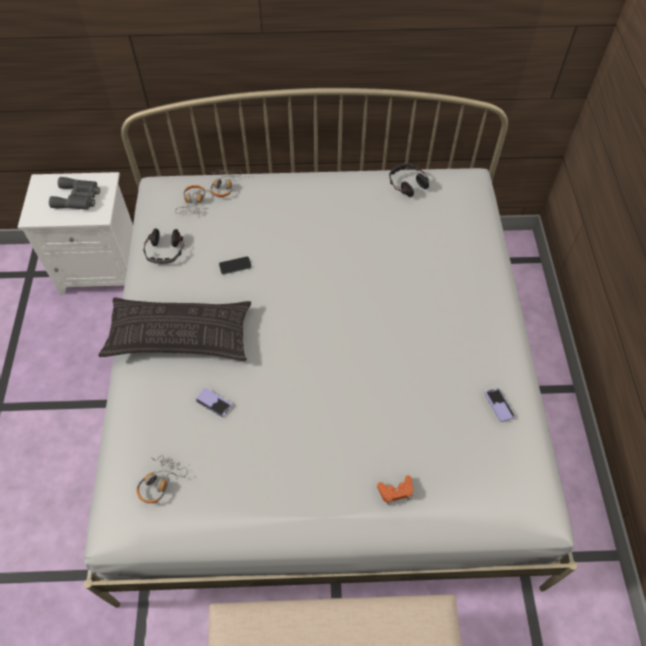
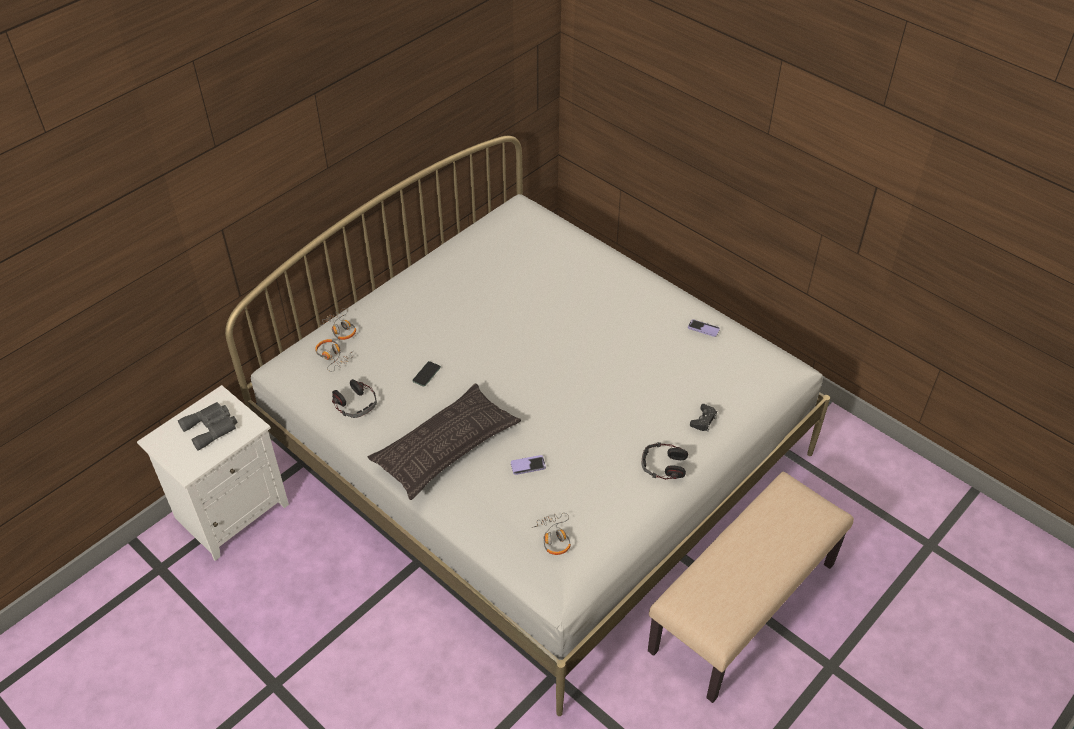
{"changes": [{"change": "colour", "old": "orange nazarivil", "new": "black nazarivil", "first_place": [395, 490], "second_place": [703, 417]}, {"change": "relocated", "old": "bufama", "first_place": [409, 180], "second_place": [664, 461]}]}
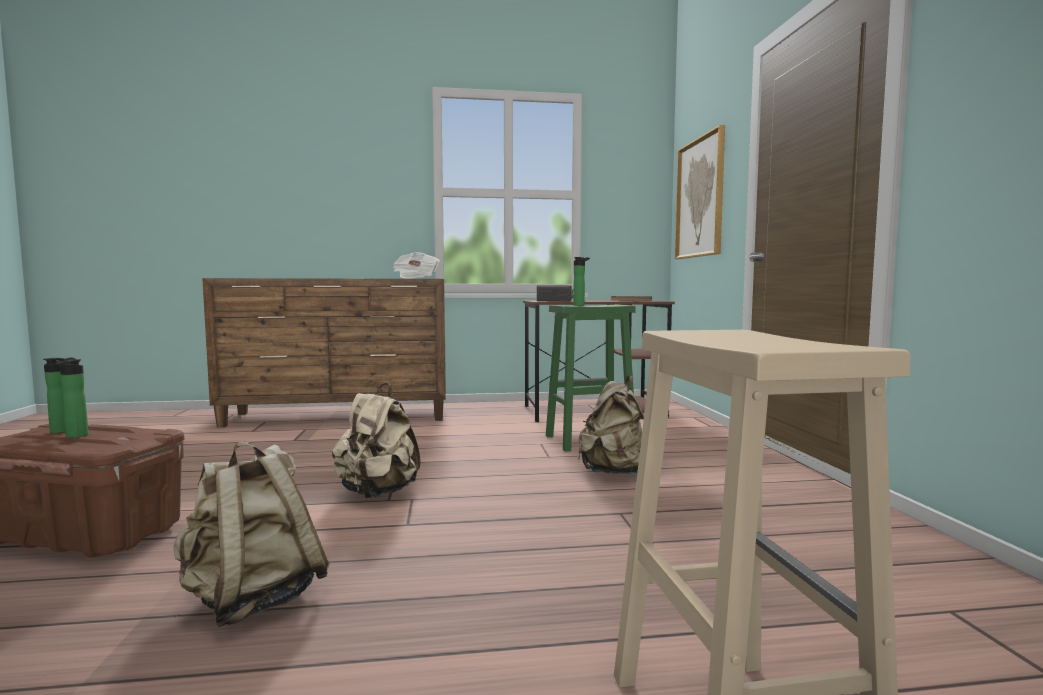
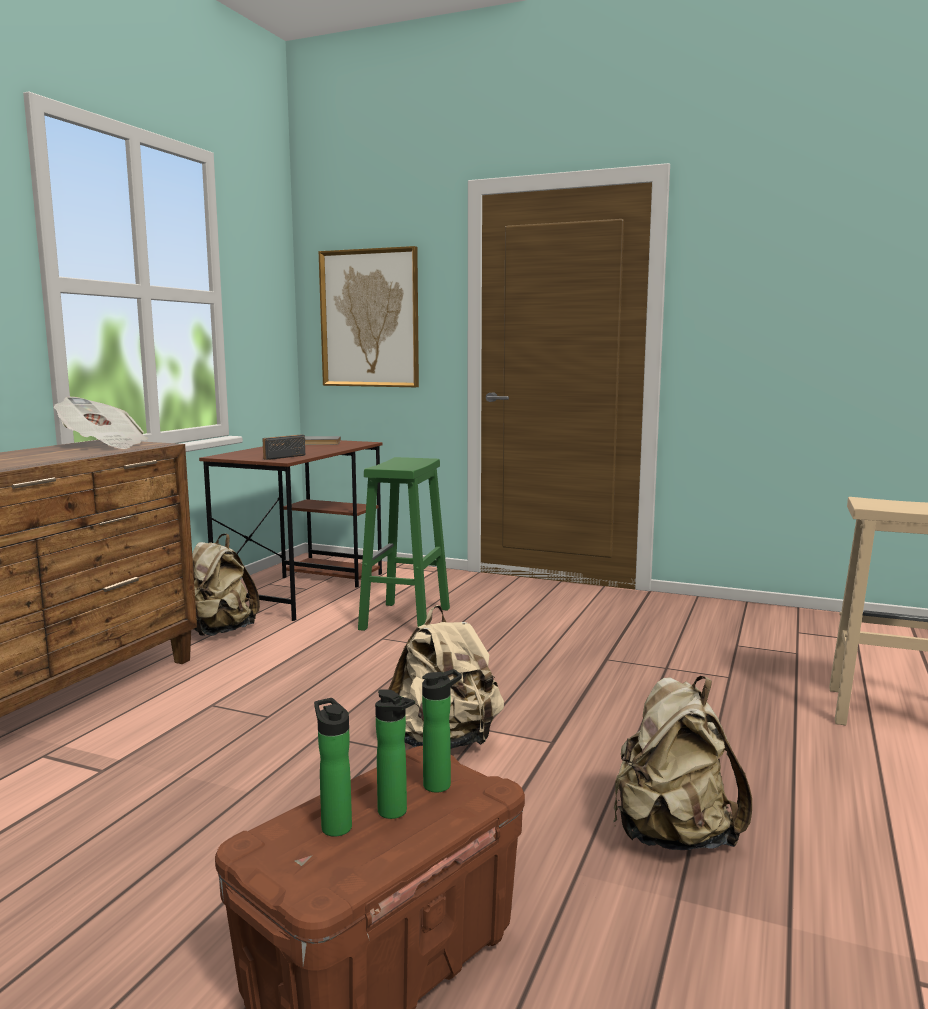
{"changes": [{"change": "relocated", "old": "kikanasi", "first_place": [581, 281], "second_place": [442, 730]}, {"change": "relocated", "old": "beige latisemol", "first_place": [611, 426], "second_place": [226, 585]}]}
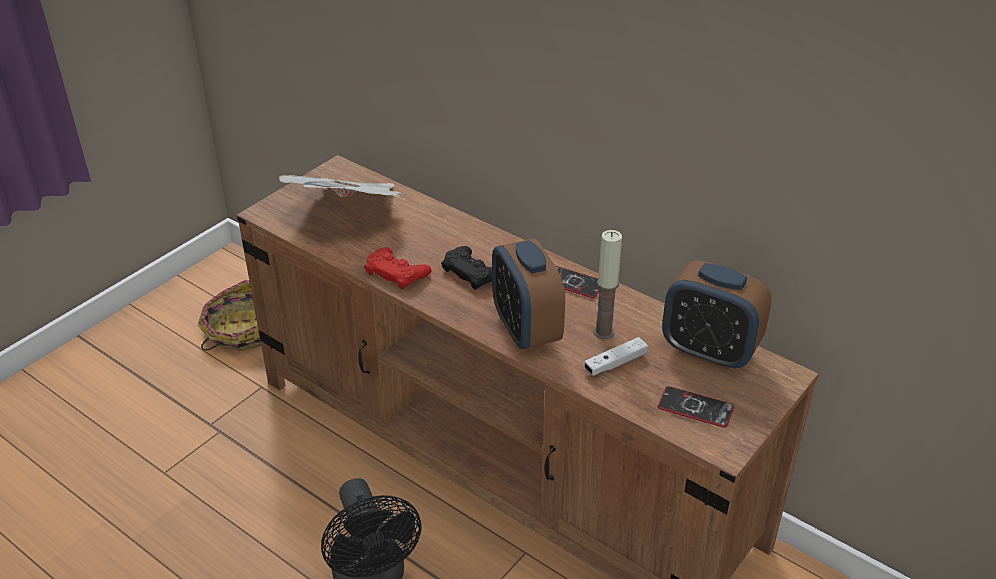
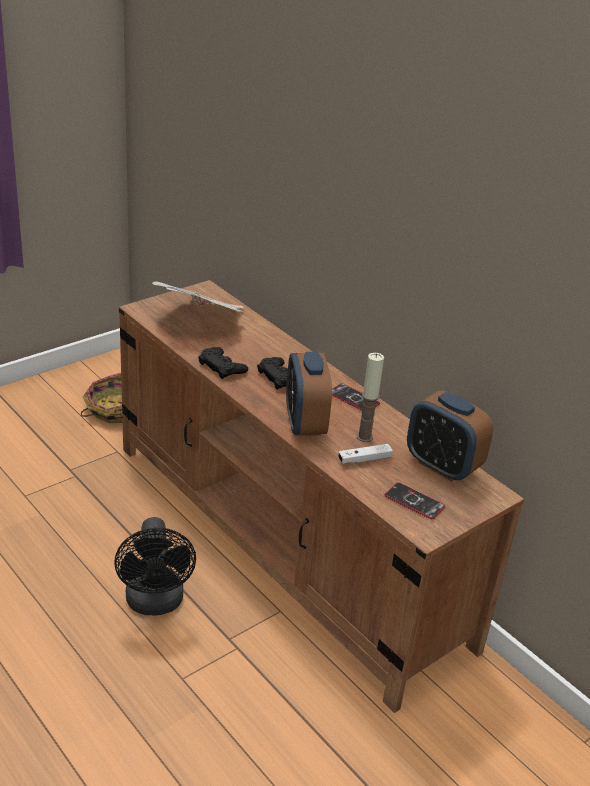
{"changes": [{"change": "colour", "old": "red nazarivil", "new": "black nazarivil", "first_place": [397, 268], "second_place": [223, 363]}]}
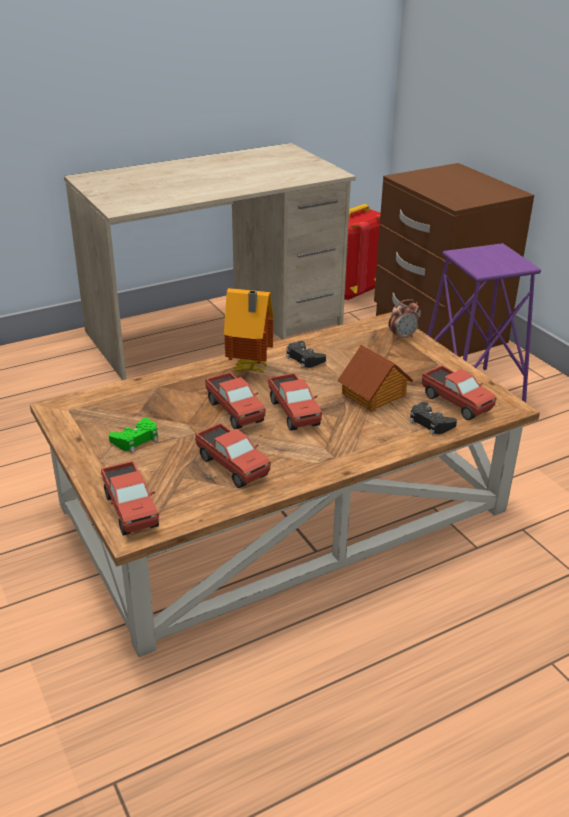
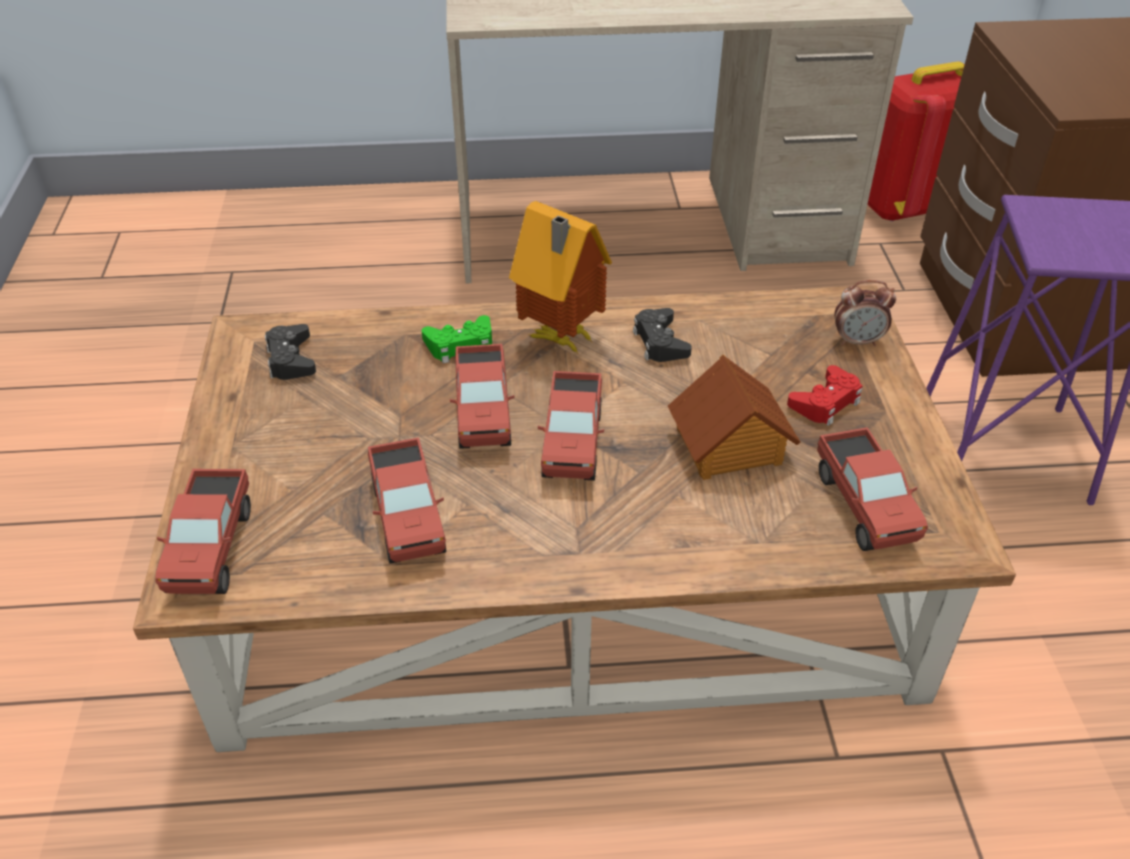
{"changes": [{"change": "relocated", "old": "green nazarivil", "first_place": [133, 435], "second_place": [457, 339]}, {"change": "relocated", "old": "black nazarivil", "first_place": [433, 418], "second_place": [290, 352]}, {"change": "appeared", "new": "red nazarivil", "second_place": [825, 395]}]}
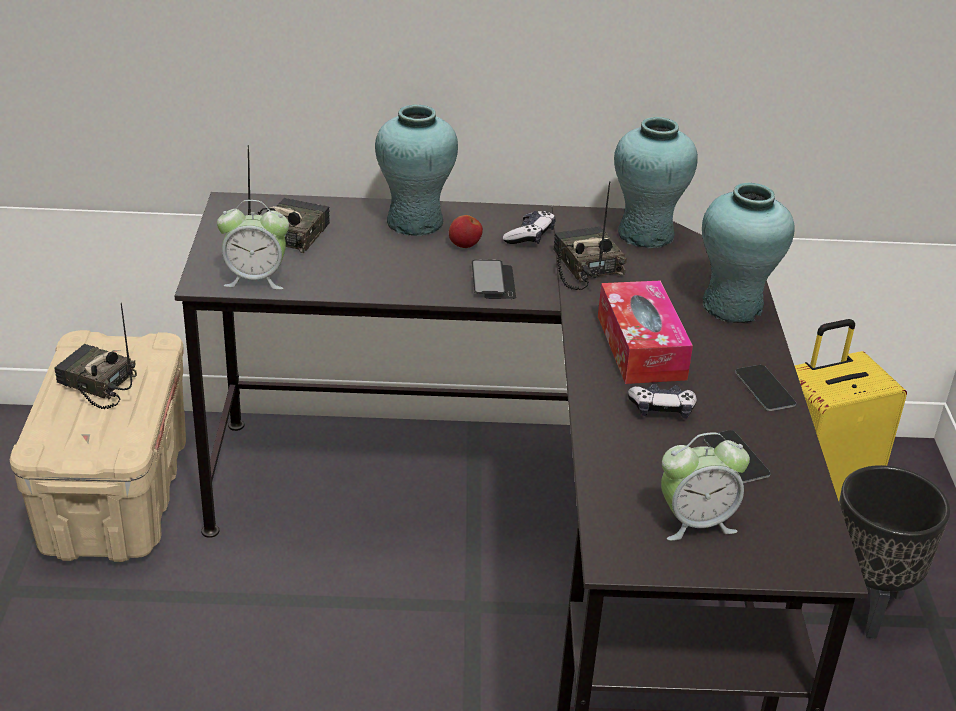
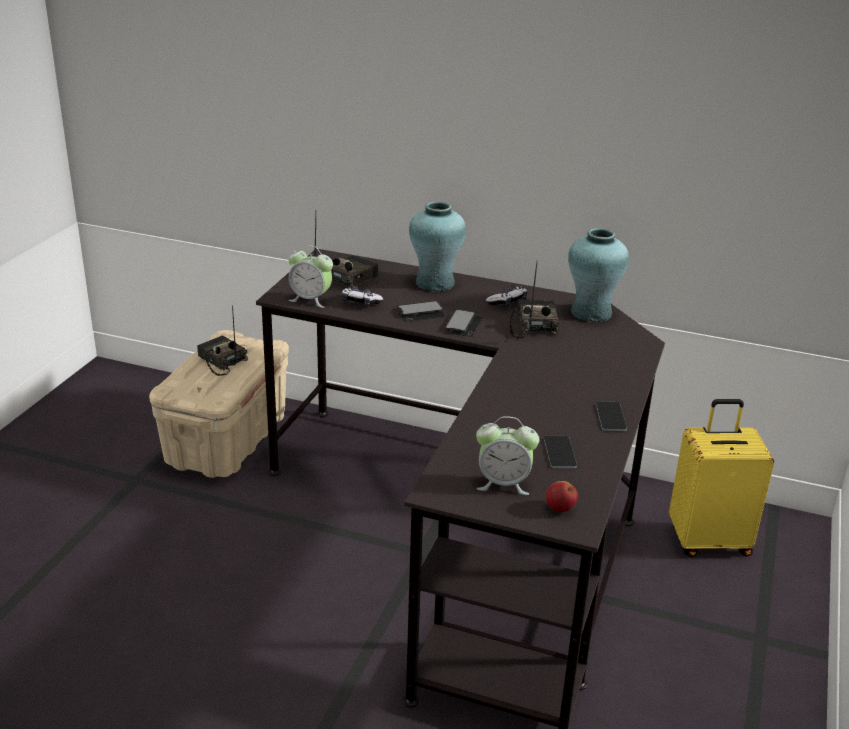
{"changes": [{"change": "relocated", "old": "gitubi", "first_place": [466, 231], "second_place": [561, 496]}, {"change": "missing", "old": "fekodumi", "first_place": [645, 332]}, {"change": "relocated", "old": "nazarivil", "first_place": [662, 401], "second_place": [362, 296]}, {"change": "missing", "old": "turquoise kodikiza", "first_place": [748, 253]}, {"change": "missing", "old": "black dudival", "first_place": [894, 551]}, {"change": "appeared", "new": "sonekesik", "second_place": [421, 311]}]}
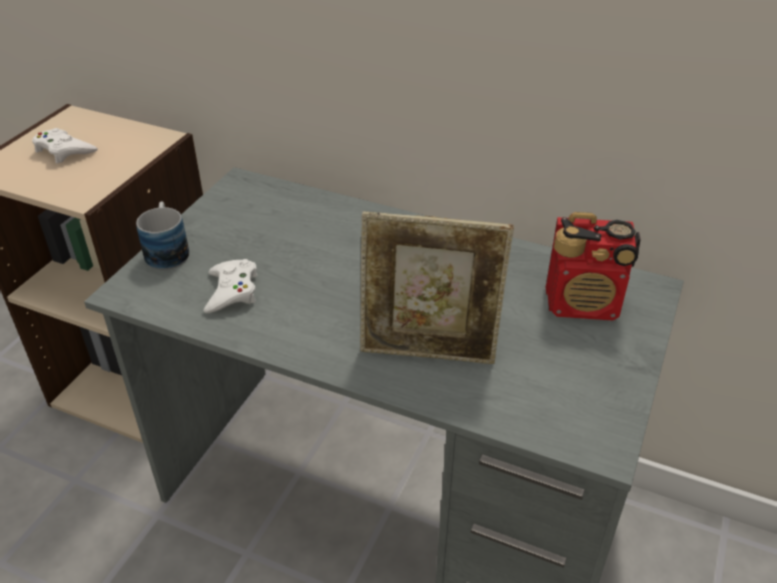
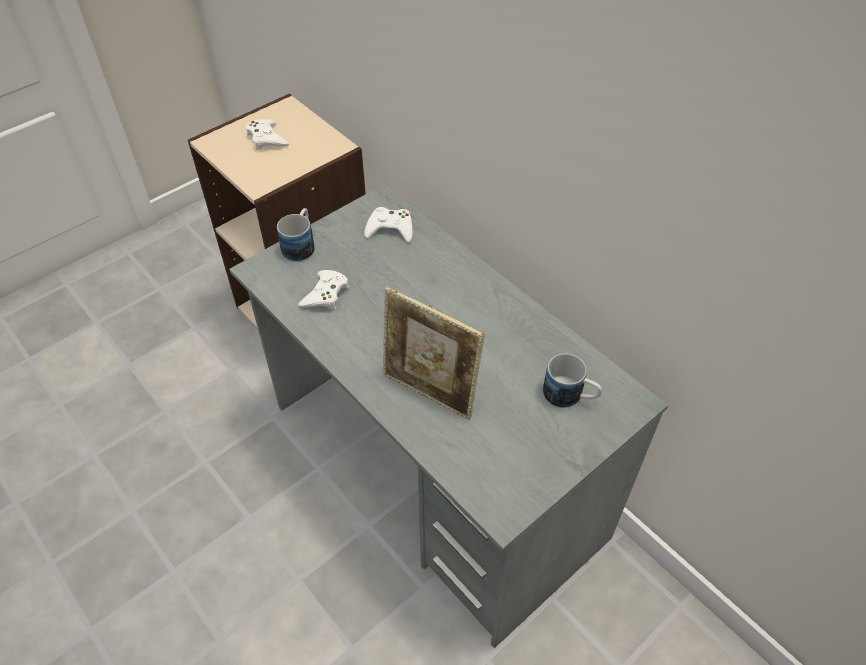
{"changes": [{"change": "exchanged", "old": "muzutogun", "new": "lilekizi", "first_place": [593, 266], "second_place": [572, 381]}, {"change": "appeared", "new": "white nazarivil", "second_place": [388, 225]}]}
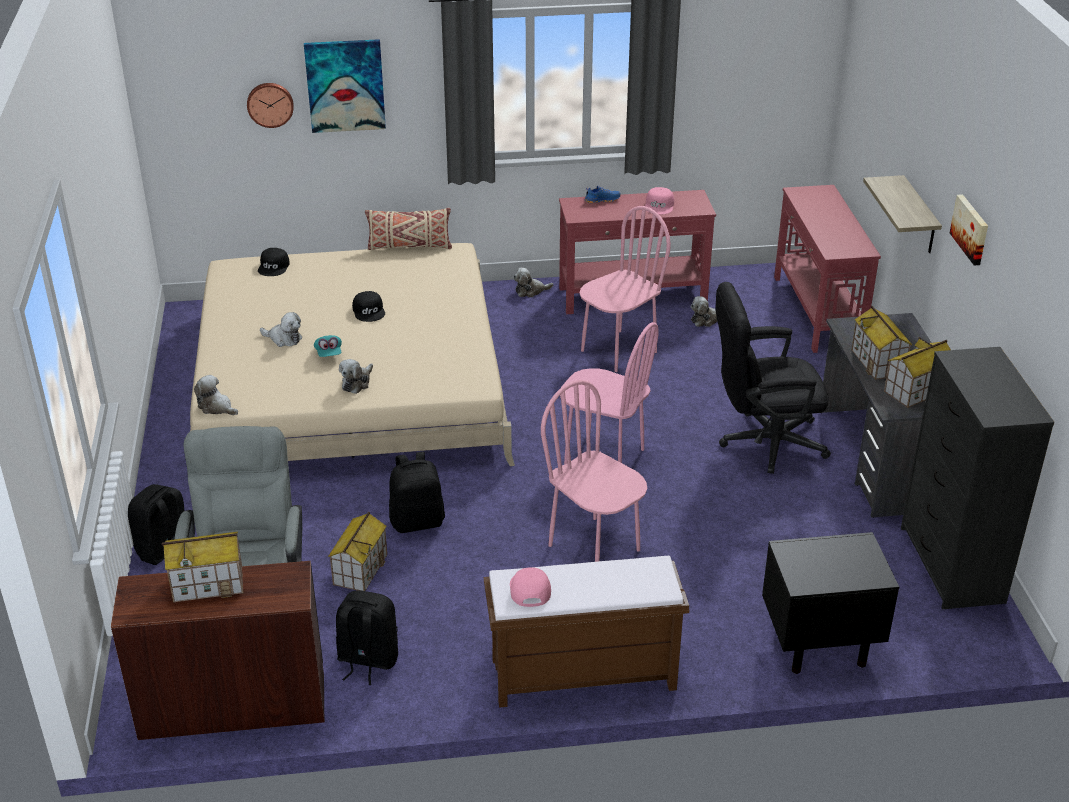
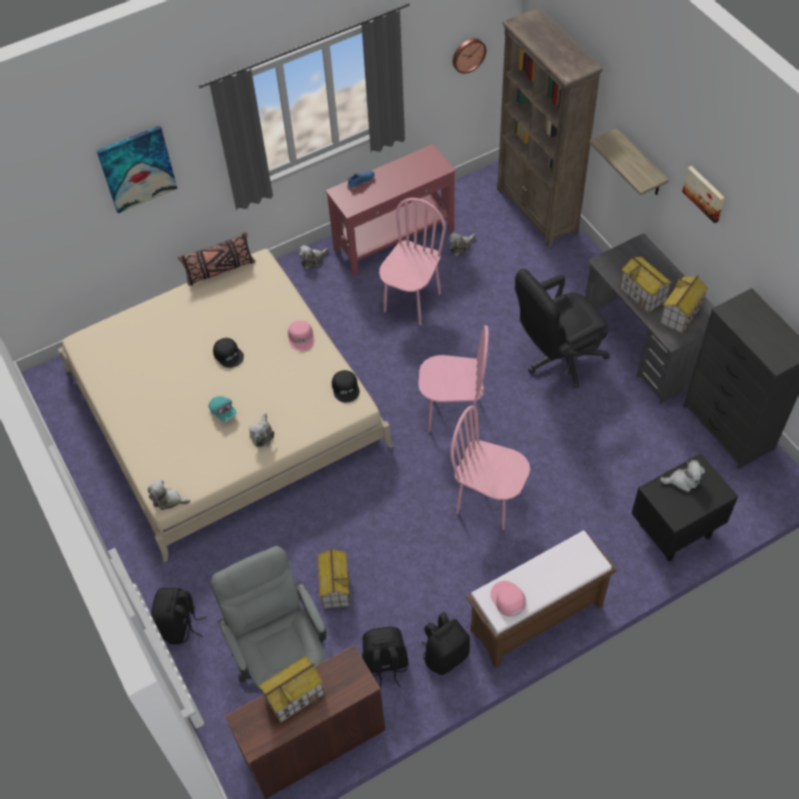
{"changes": [{"change": "relocated", "old": "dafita", "first_place": [270, 105], "second_place": [469, 56]}, {"change": "relocated", "old": "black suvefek", "first_place": [274, 262], "second_place": [346, 386]}, {"change": "relocated", "old": "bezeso", "first_place": [281, 329], "second_place": [682, 476]}, {"change": "colour", "old": "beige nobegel", "new": "black nobegel", "first_place": [408, 229], "second_place": [216, 259]}, {"change": "relocated", "old": "black latisemol", "first_place": [417, 492], "second_place": [445, 643]}, {"change": "relocated", "old": "pink suvefek", "first_place": [659, 201], "second_place": [301, 335]}, {"change": "exchanged", "old": "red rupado", "new": "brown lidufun", "first_place": [827, 269], "second_place": [550, 127]}]}
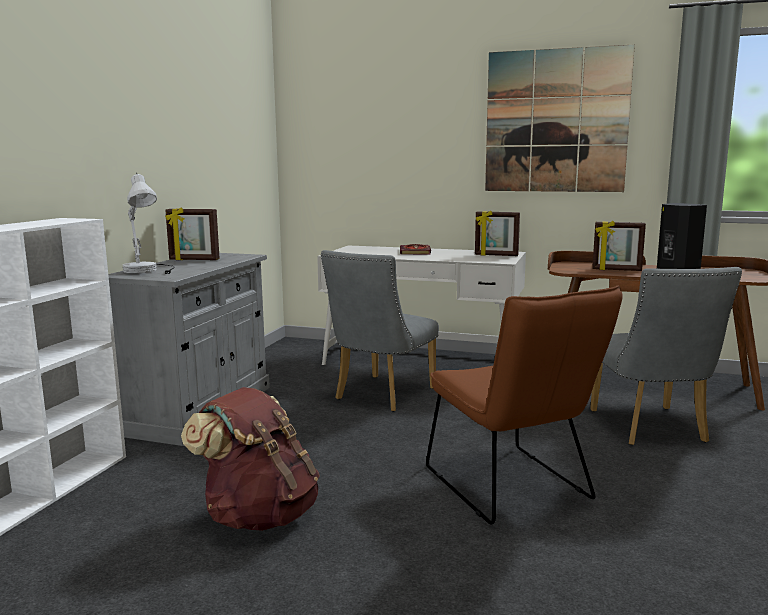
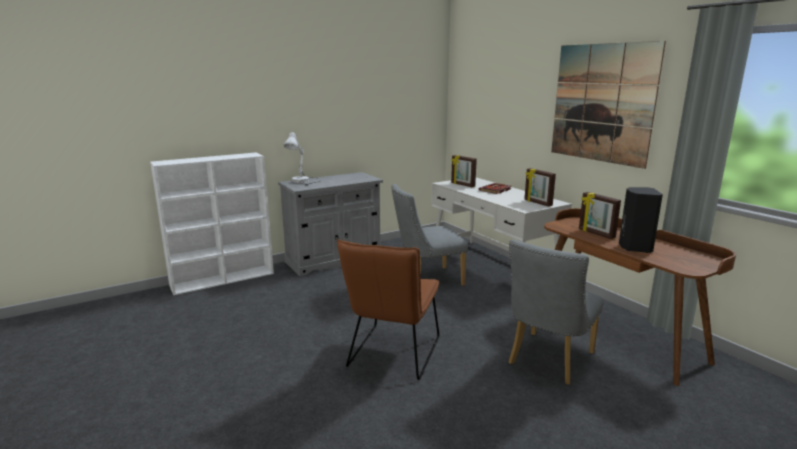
{"changes": [{"change": "relocated", "old": "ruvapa", "first_place": [192, 233], "second_place": [464, 171]}, {"change": "missing", "old": "brown latisemol", "first_place": [250, 459]}]}
